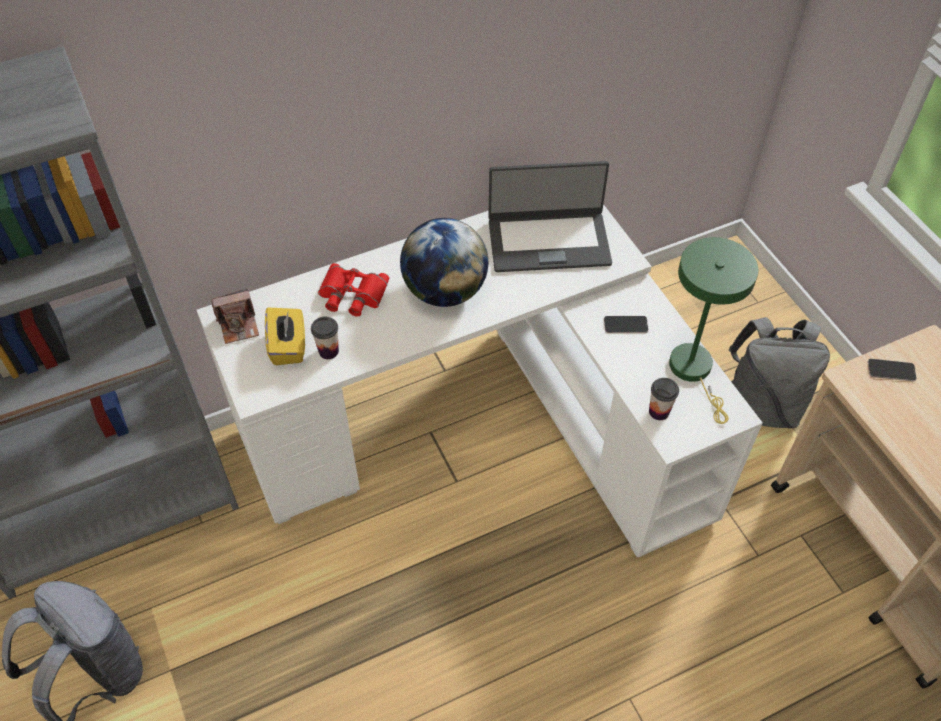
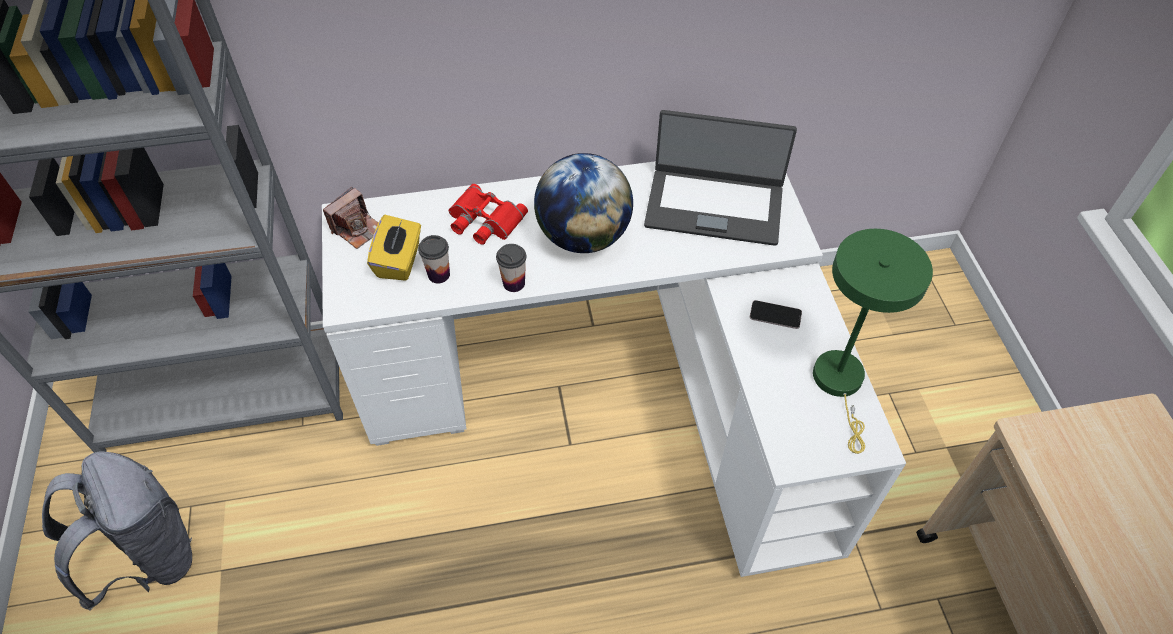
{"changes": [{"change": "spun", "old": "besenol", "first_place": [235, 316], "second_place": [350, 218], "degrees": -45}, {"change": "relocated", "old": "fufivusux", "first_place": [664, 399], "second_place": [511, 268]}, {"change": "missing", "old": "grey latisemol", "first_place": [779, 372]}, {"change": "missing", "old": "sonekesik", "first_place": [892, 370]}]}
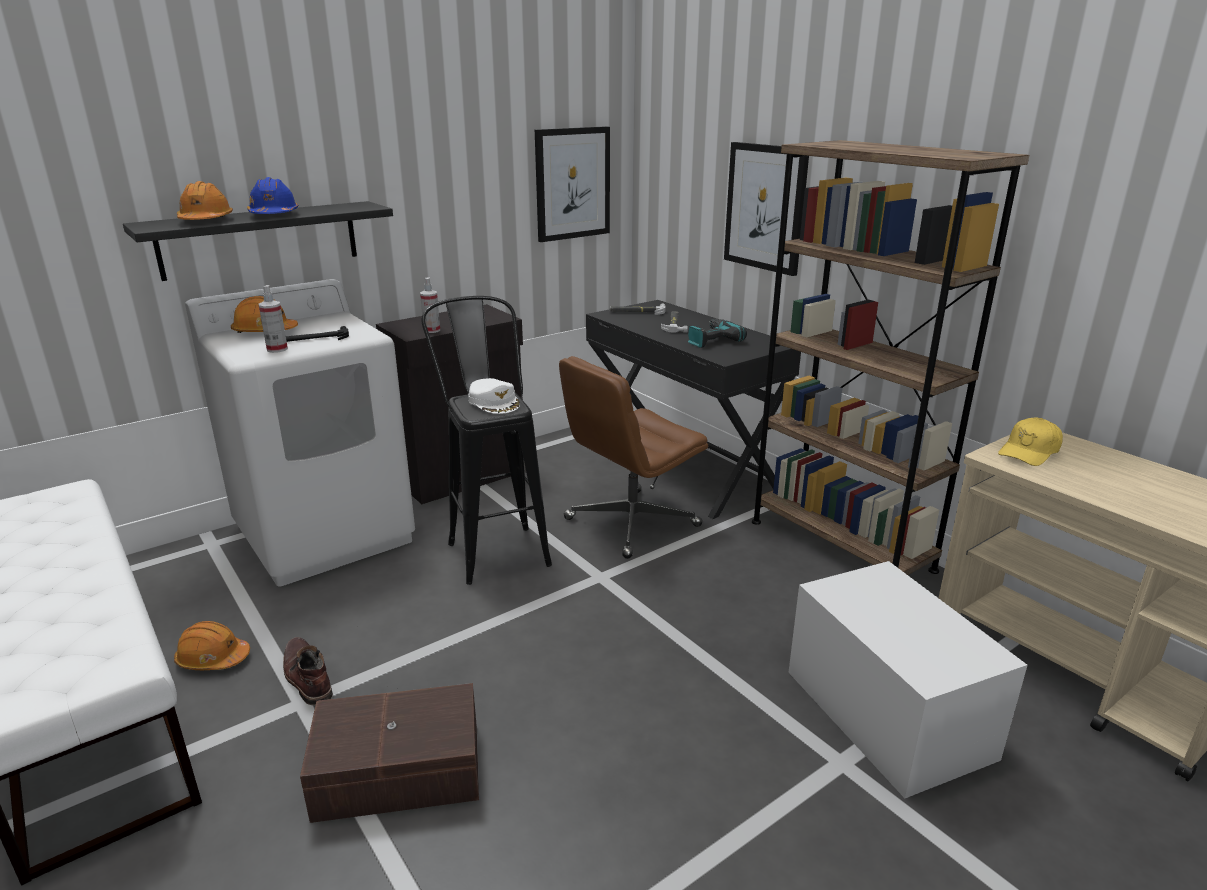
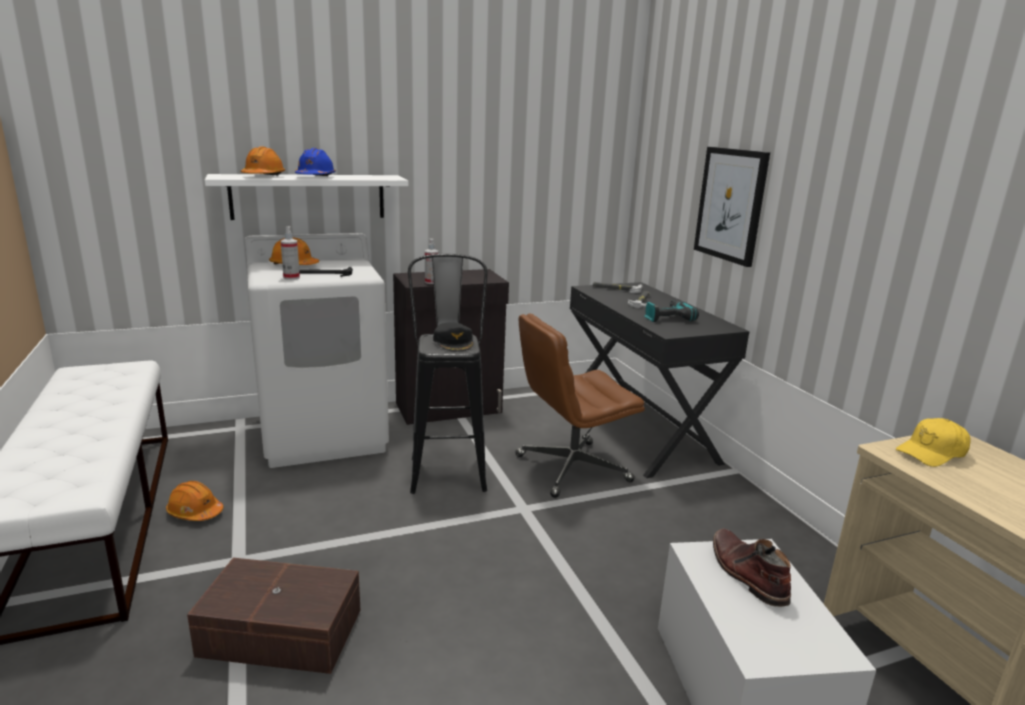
{"changes": [{"change": "colour", "old": "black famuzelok", "new": "white famuzelok", "first_place": [258, 241], "second_place": [306, 197]}, {"change": "relocated", "old": "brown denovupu", "first_place": [308, 671], "second_place": [752, 568]}, {"change": "colour", "old": "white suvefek", "new": "black suvefek", "first_place": [494, 396], "second_place": [453, 337]}, {"change": "missing", "old": "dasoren", "first_place": [572, 184]}, {"change": "missing", "old": "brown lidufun", "first_place": [890, 357]}]}
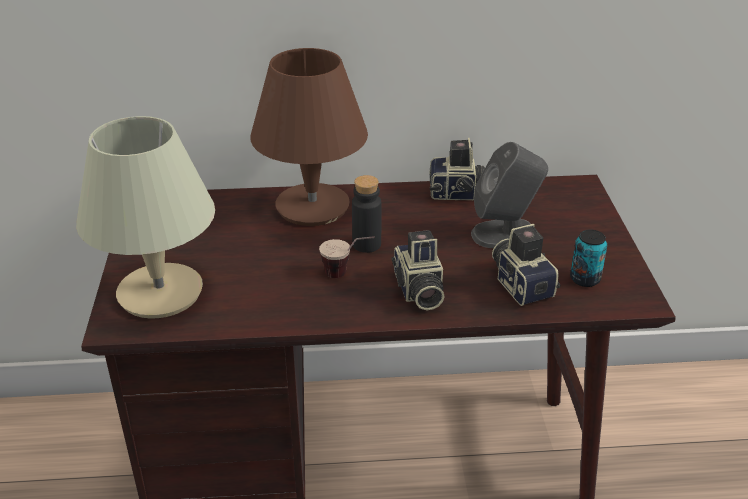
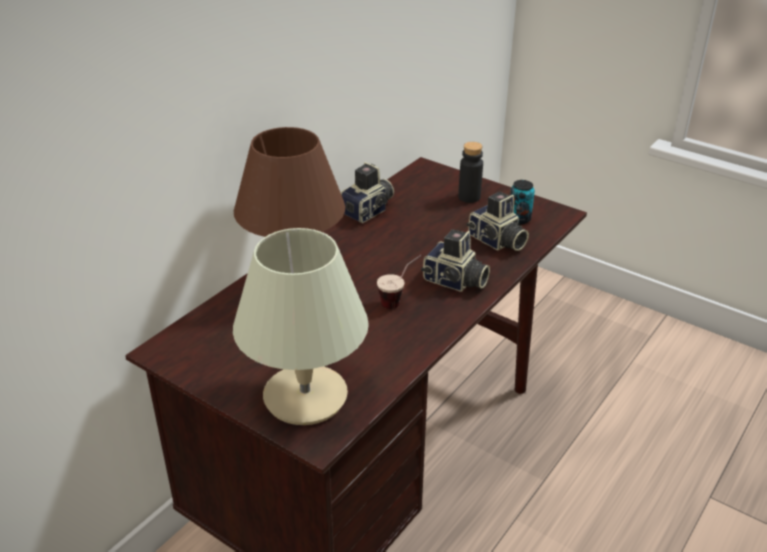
{"changes": [{"change": "relocated", "old": "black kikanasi", "first_place": [367, 214], "second_place": [470, 172]}, {"change": "missing", "old": "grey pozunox", "first_place": [509, 195]}, {"change": "spun", "old": "besenol", "first_place": [526, 265], "second_place": [497, 221], "degrees": -150}]}
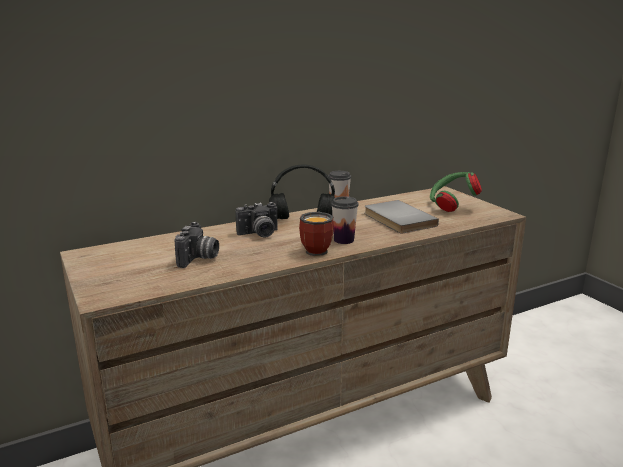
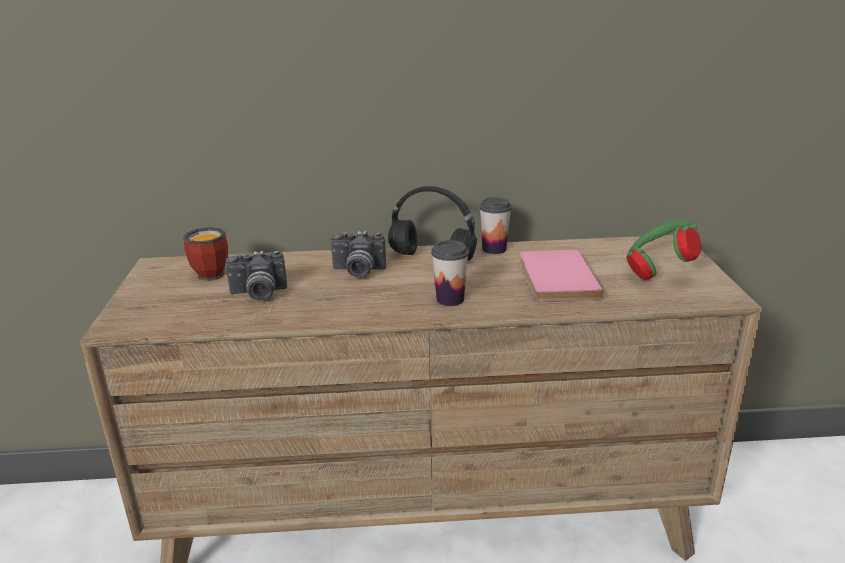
{"changes": [{"change": "spun", "old": "besenol", "first_place": [197, 244], "second_place": [256, 275], "degrees": 45}, {"change": "relocated", "old": "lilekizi", "first_place": [316, 234], "second_place": [205, 254]}, {"change": "colour", "old": "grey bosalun", "new": "pink bosalun", "first_place": [401, 216], "second_place": [561, 276]}]}
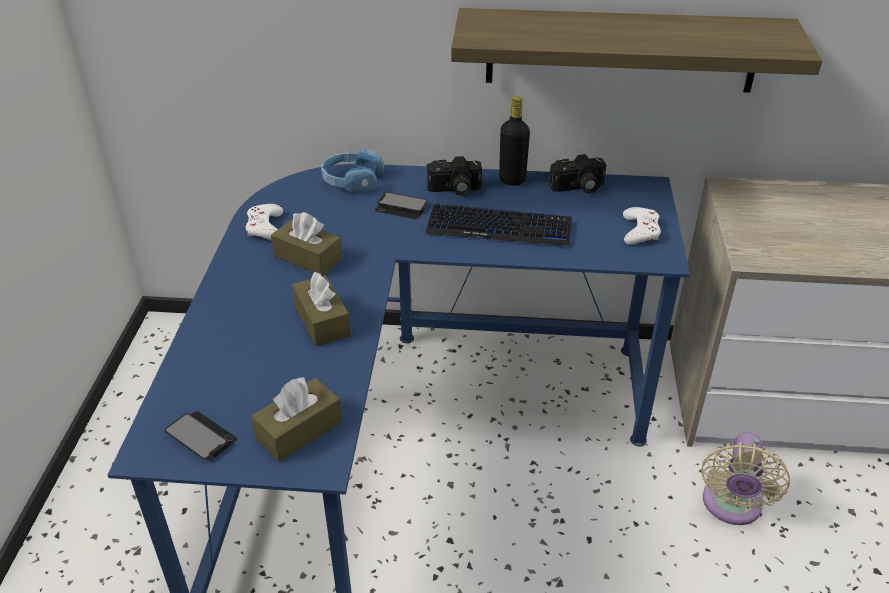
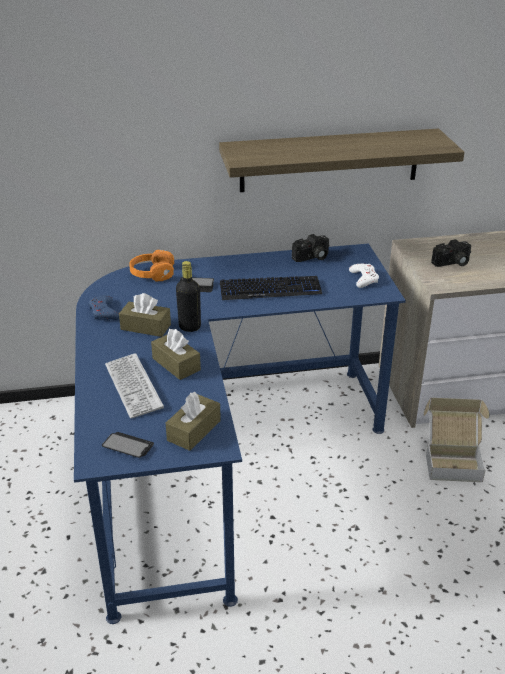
{"changes": [{"change": "colour", "old": "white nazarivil", "new": "blue nazarivil", "first_place": [264, 222], "second_place": [104, 307]}, {"change": "colour", "old": "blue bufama", "new": "orange bufama", "first_place": [352, 171], "second_place": [151, 265]}, {"change": "relocated", "old": "besenol", "first_place": [454, 176], "second_place": [451, 253]}, {"change": "relocated", "old": "black kikanasi", "first_place": [514, 141], "second_place": [188, 296]}, {"change": "exchanged", "old": "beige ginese", "new": "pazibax", "first_place": [745, 478], "second_place": [456, 439]}, {"change": "appeared", "new": "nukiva", "second_place": [134, 386]}]}
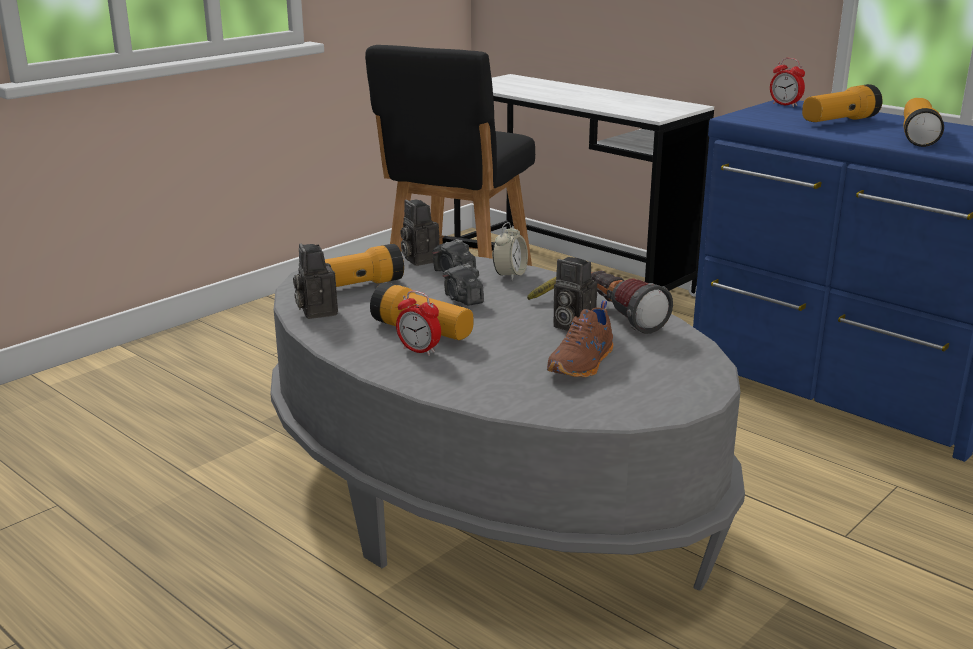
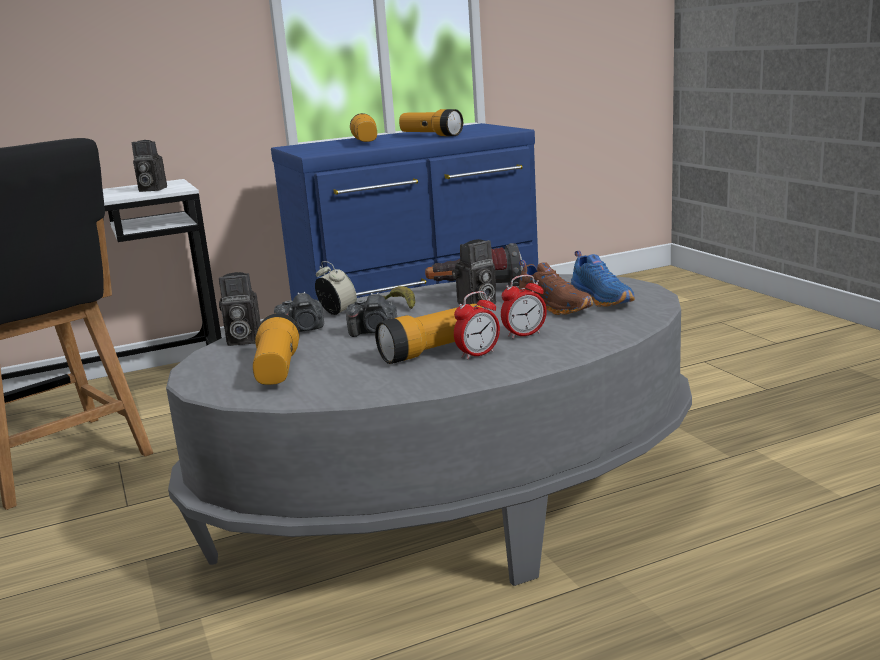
{"changes": [{"change": "relocated", "old": "besenol", "first_place": [315, 281], "second_place": [149, 166]}, {"change": "relocated", "old": "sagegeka", "first_place": [787, 82], "second_place": [524, 307]}, {"change": "appeared", "new": "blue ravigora", "second_place": [602, 279]}]}
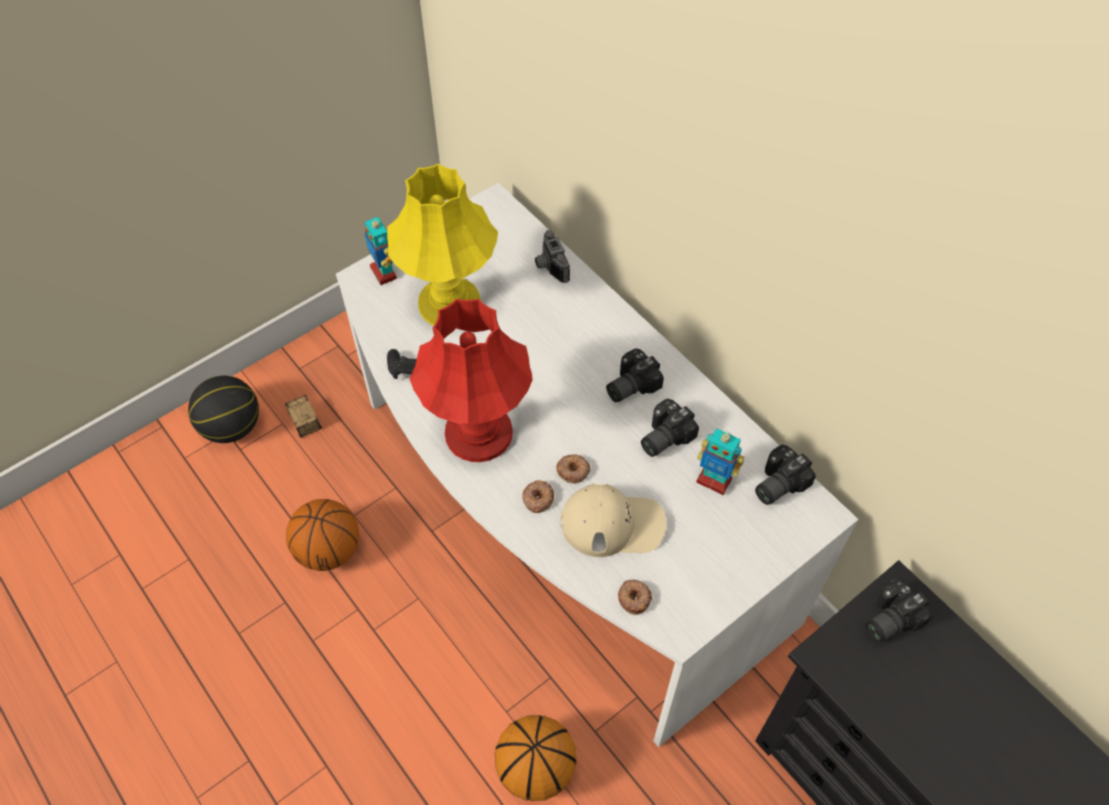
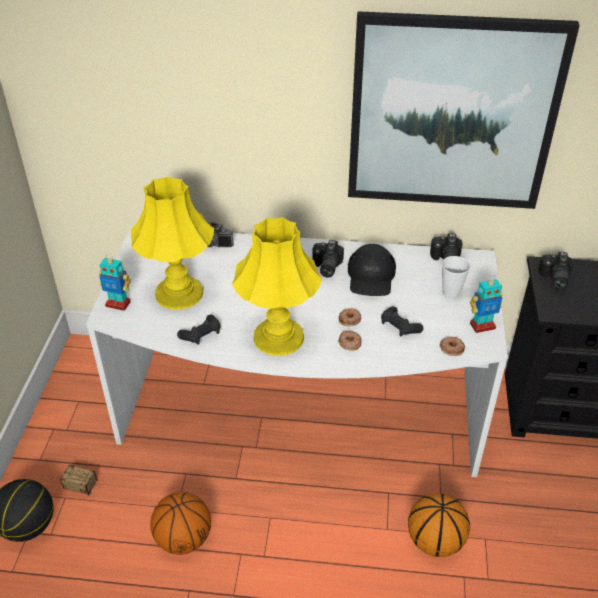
{"changes": [{"change": "colour", "old": "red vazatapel", "new": "yellow vazatapel", "first_place": [471, 380], "second_place": [277, 286]}, {"change": "exchanged", "old": "beige suvefek", "new": "black nazarivil", "first_place": [613, 520], "second_place": [402, 321]}, {"change": "exchanged", "old": "besenol", "new": "black suvefek", "first_place": [670, 428], "second_place": [372, 270]}, {"change": "relocated", "old": "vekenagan", "first_place": [720, 461], "second_place": [486, 304]}, {"change": "appeared", "new": "dasoren", "second_place": [464, 110]}, {"change": "appeared", "new": "fufivusux", "second_place": [456, 277]}]}
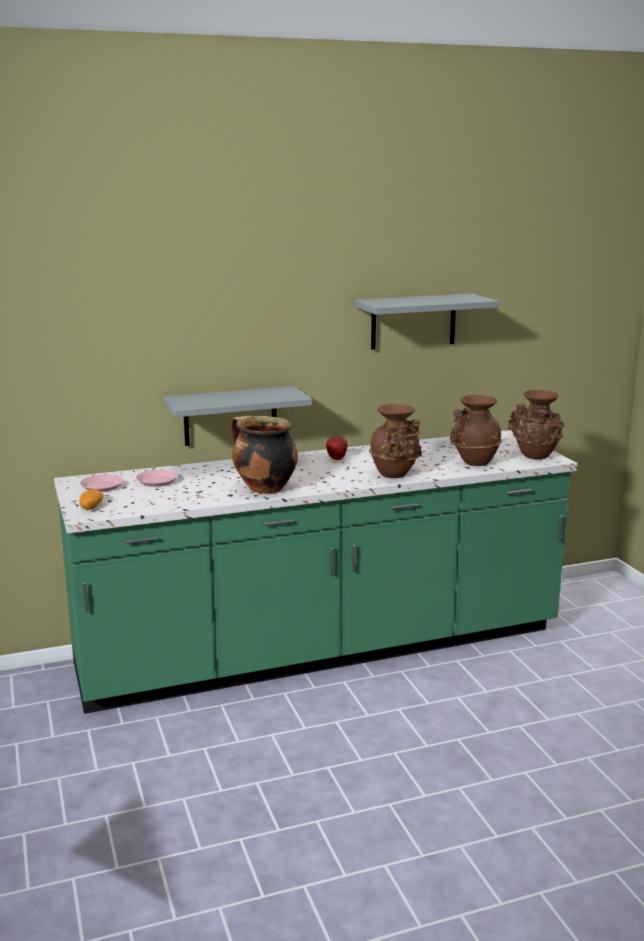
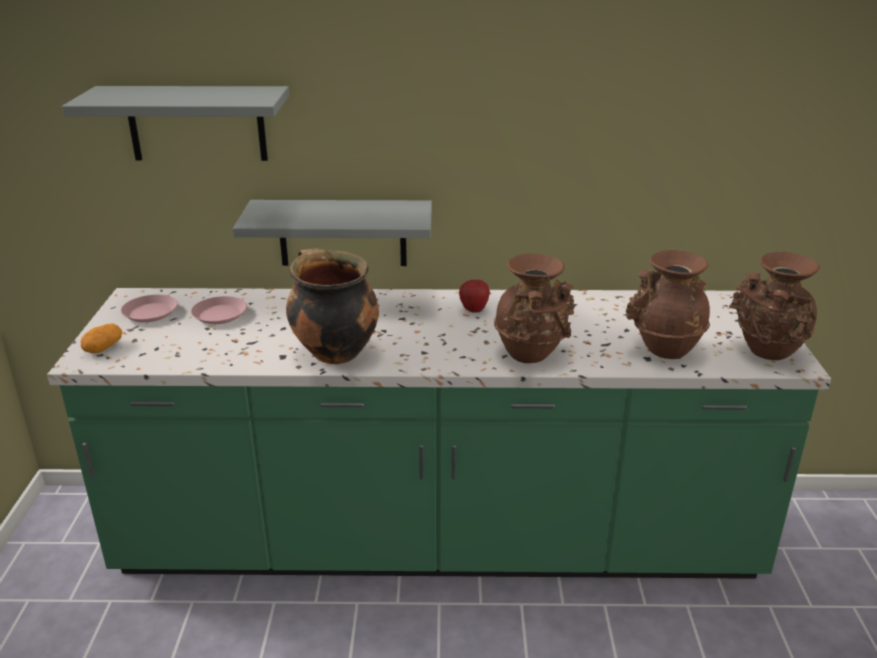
{"changes": [{"change": "relocated", "old": "grey famuzelok", "first_place": [426, 322], "second_place": [175, 123]}]}
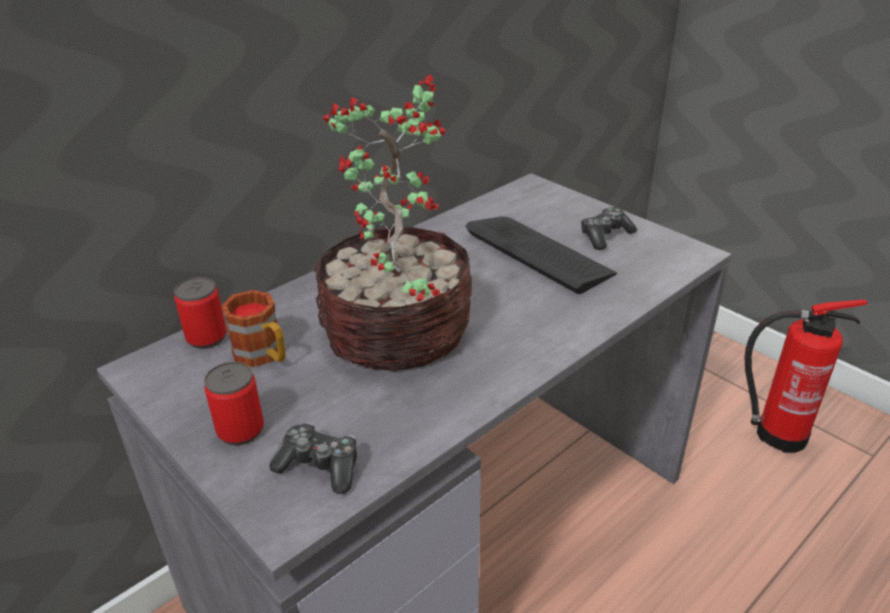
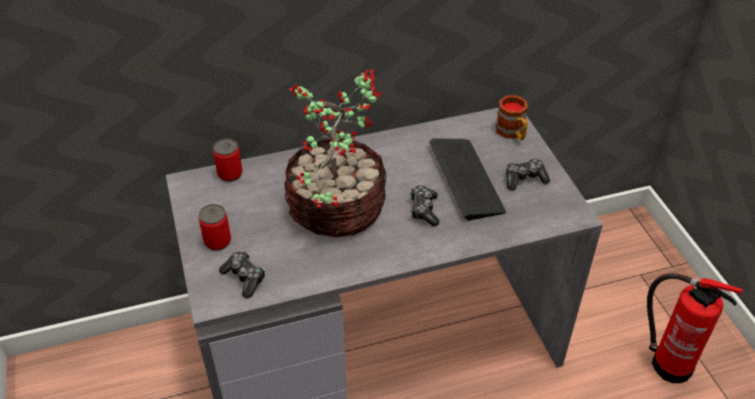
{"changes": [{"change": "relocated", "old": "lilekizi", "first_place": [253, 328], "second_place": [512, 117]}, {"change": "appeared", "new": "nazarivil", "second_place": [424, 205]}]}
